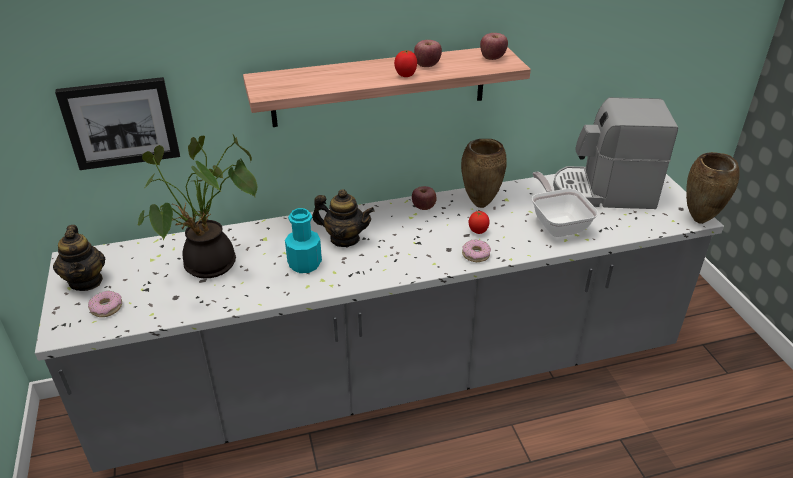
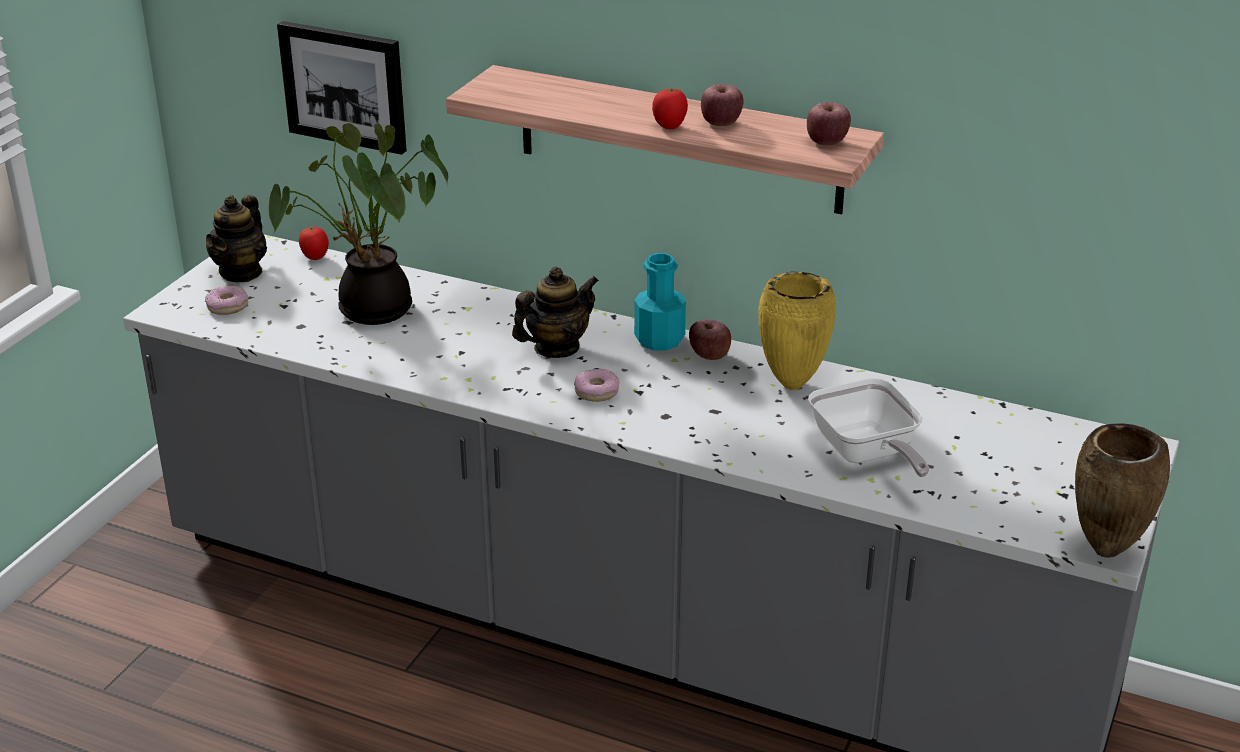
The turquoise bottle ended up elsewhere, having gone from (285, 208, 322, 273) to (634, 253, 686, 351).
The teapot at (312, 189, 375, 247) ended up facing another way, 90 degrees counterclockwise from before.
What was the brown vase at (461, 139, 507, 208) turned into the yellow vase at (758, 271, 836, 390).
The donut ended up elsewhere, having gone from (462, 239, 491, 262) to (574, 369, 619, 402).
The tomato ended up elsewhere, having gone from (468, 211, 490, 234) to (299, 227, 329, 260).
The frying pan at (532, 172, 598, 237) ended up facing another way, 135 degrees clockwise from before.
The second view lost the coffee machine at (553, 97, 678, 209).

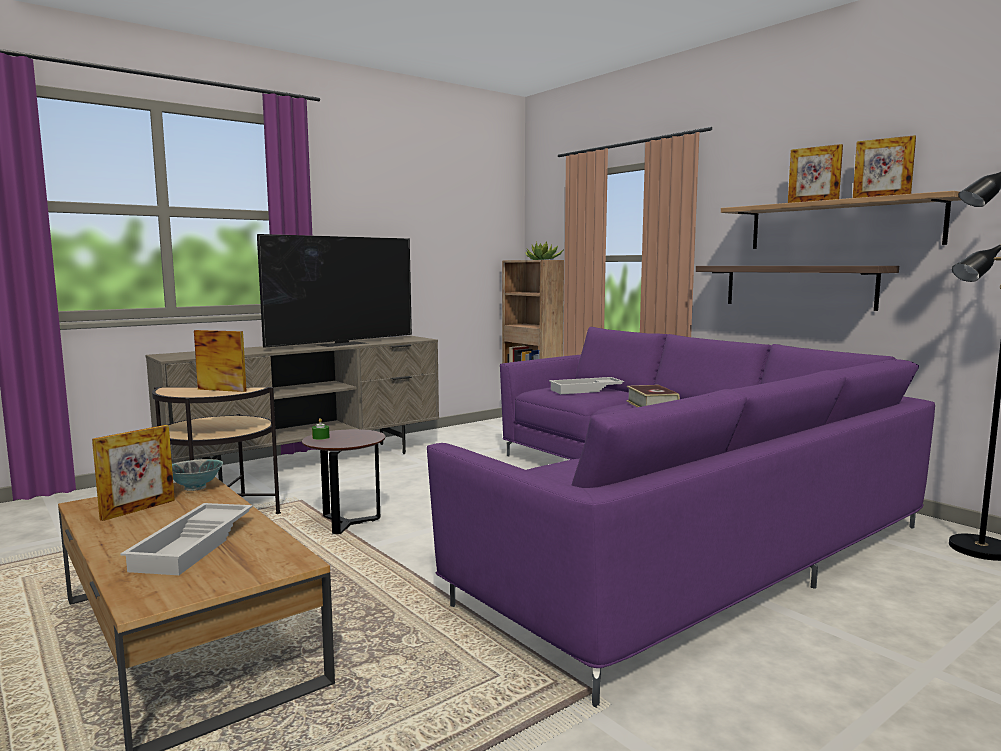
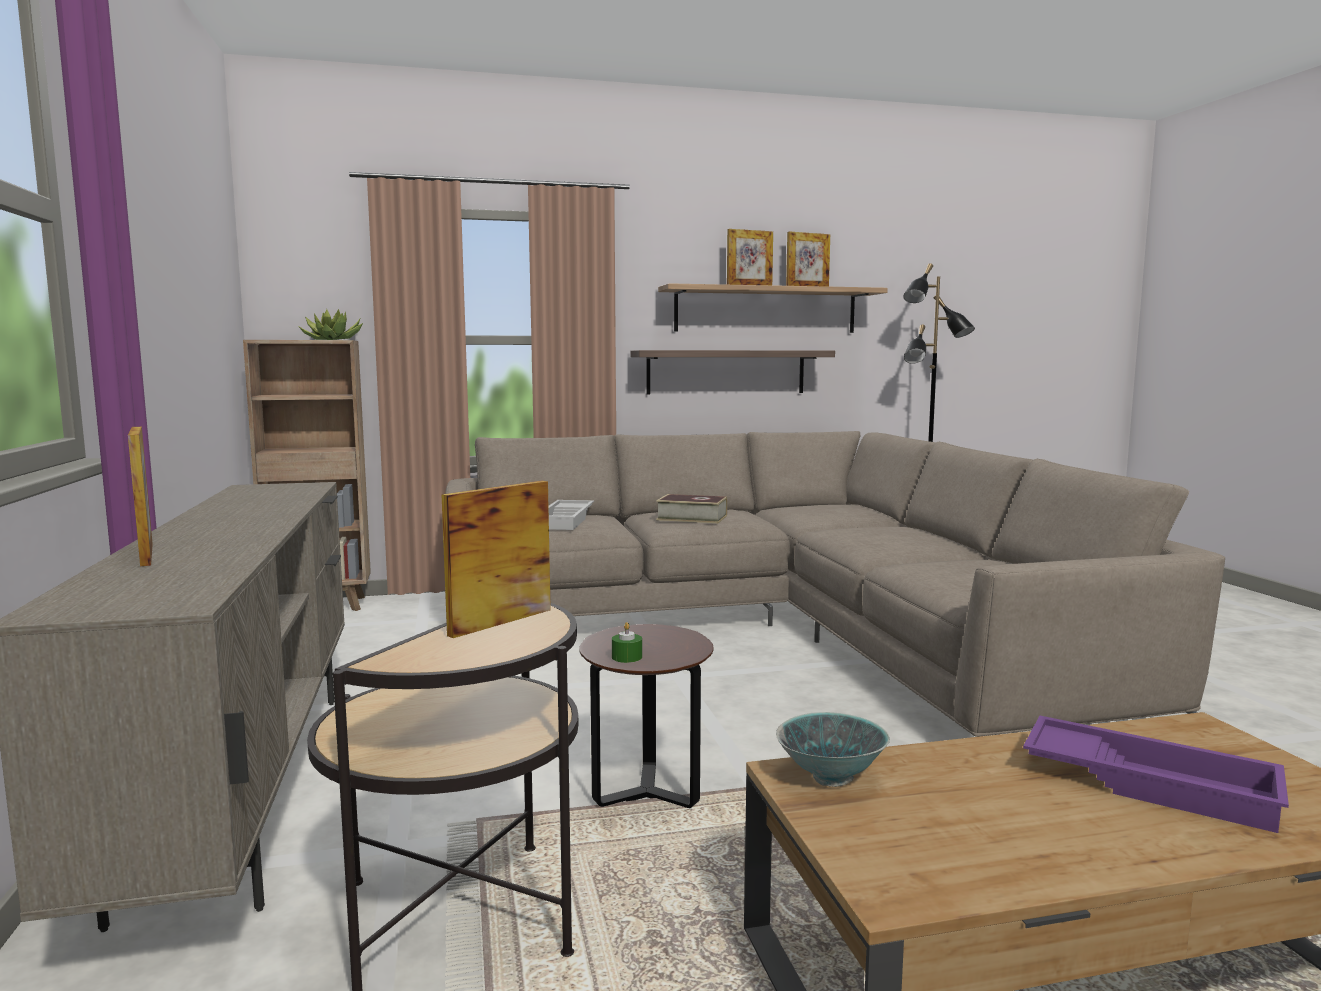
The picture frame ended up elsewhere, having gone from (92, 425, 175, 521) to (128, 427, 153, 567).
What was the white tray at (120, 503, 253, 575) turned into the purple tray at (1023, 716, 1289, 833).
The second view lost the television at (257, 234, 412, 348).
What was the purple sofa at (427, 327, 935, 708) turned into the beige sofa at (445, 431, 1225, 737).

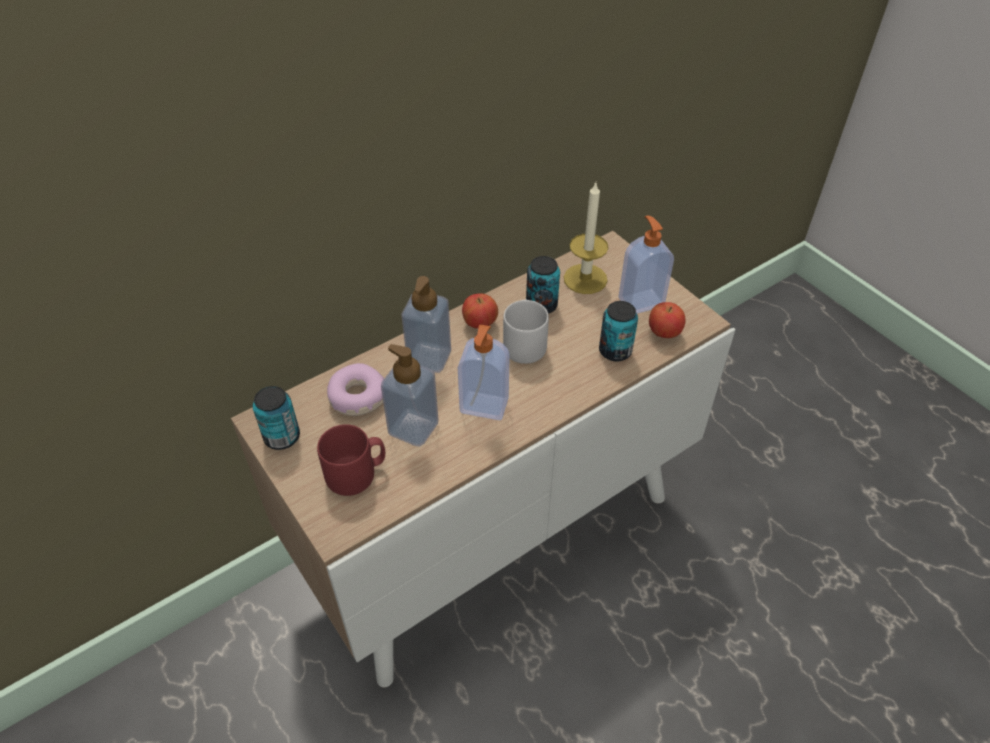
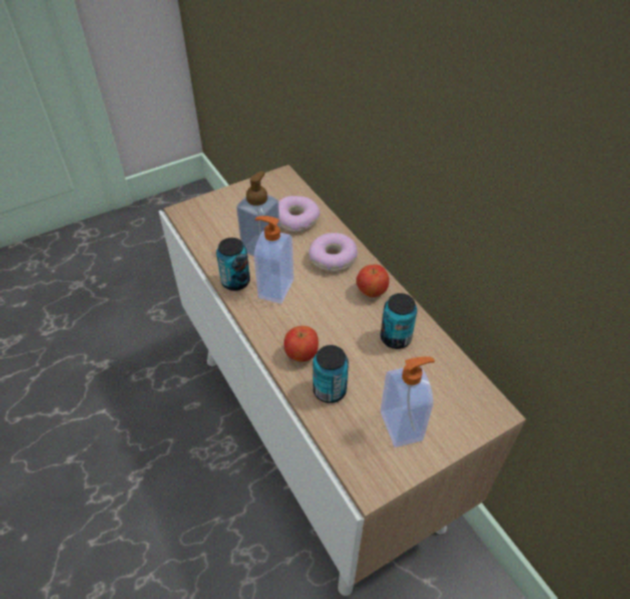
The can ended up elsewhere, having gone from (253, 386, 300, 450) to (216, 238, 250, 291).
The second view lost the red mug at (317, 424, 385, 496).
Where the soap dispenser stood at (402, 276, 451, 373), the donut came to stand at (309, 233, 358, 272).
The second view lost the grey mug at (503, 300, 549, 364).
The second view lost the candle at (564, 183, 608, 294).
The apple ended up elsewhere, having gone from (649, 302, 686, 338) to (284, 326, 318, 362).

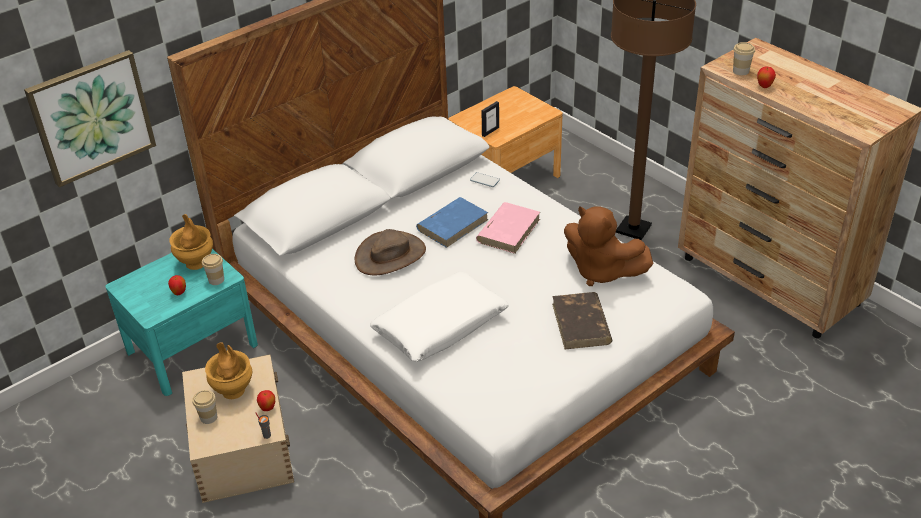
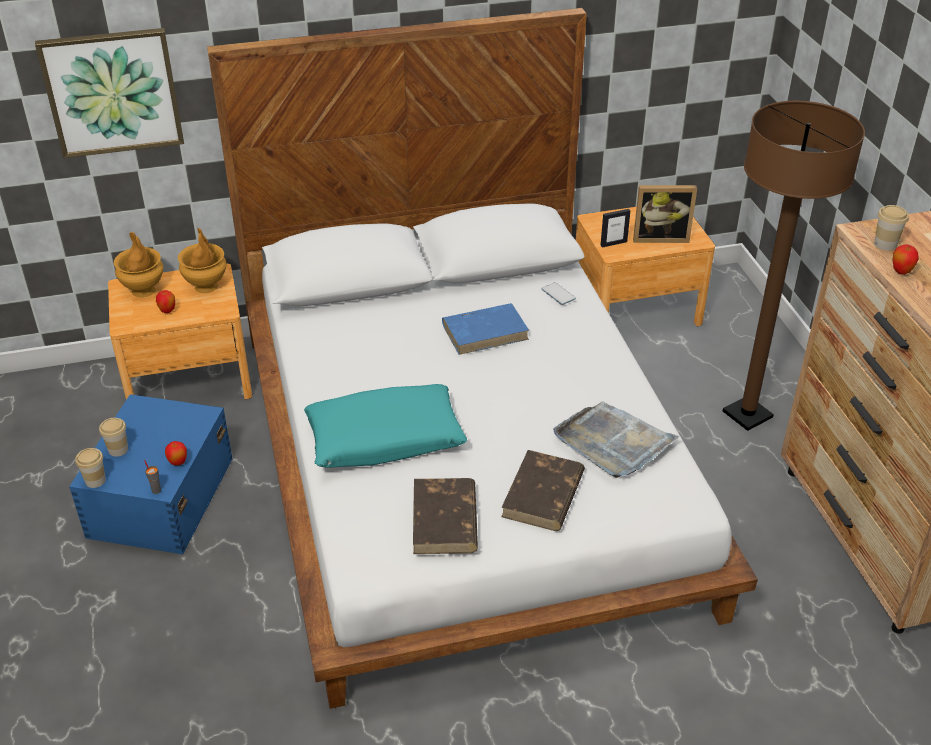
What was the turquoise nightstand at (105, 249, 258, 396) turned into the brown nightstand at (108, 264, 252, 400).
What was the beige storage box at (182, 354, 294, 503) turned into the blue storage box at (69, 394, 233, 554).
The cup ended up elsewhere, having gone from (202, 254, 224, 285) to (75, 448, 106, 488).
The brown vase ended up elsewhere, having gone from (205, 342, 252, 399) to (114, 232, 163, 298).
The second view lost the brown hat at (355, 229, 426, 275).
What was the white pillow at (370, 272, 509, 362) turned into the turquoise pillow at (304, 384, 467, 468).
The second view lost the pink book at (476, 202, 540, 254).
Where the brown plush toy stood at (564, 206, 654, 286), the grey tray came to stand at (553, 401, 680, 478).
The second view gained the brown book at (413, 478, 478, 554).
The second view gained the picture frame at (633, 185, 697, 243).

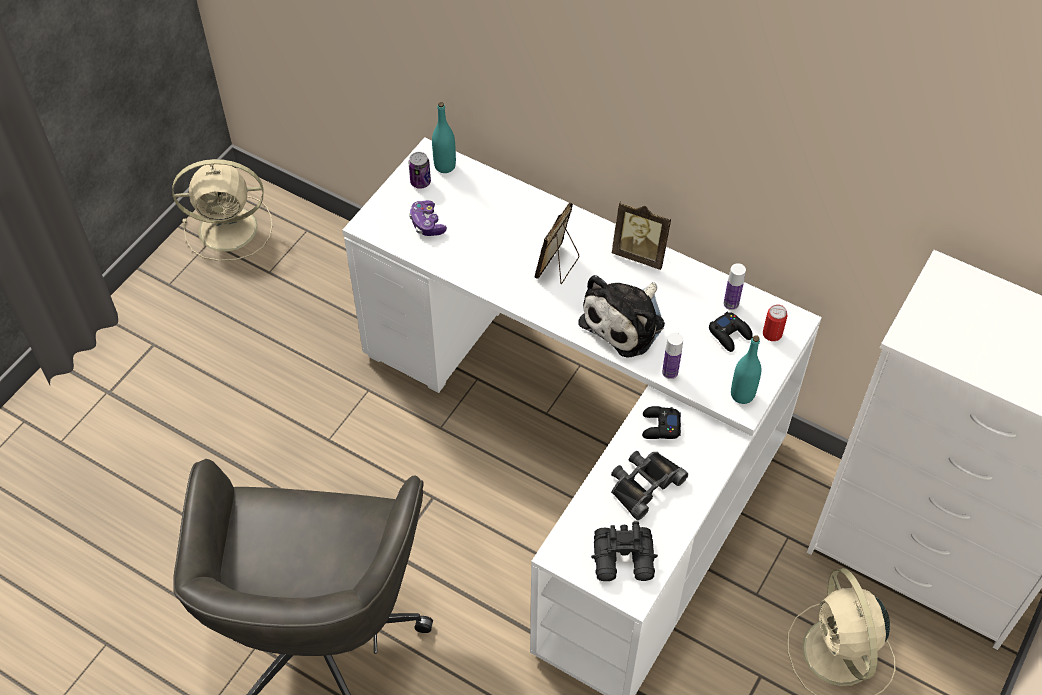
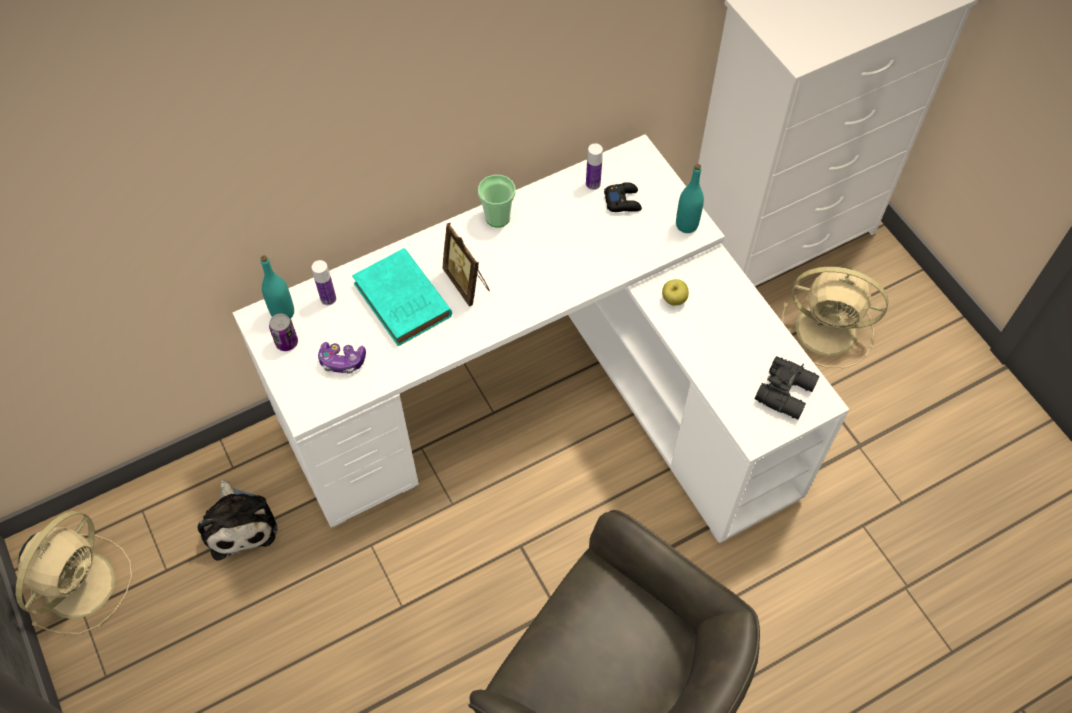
The plush toy ended up elsewhere, having gone from (578, 275, 665, 358) to (198, 480, 278, 561).
The second view lost the black binoculars at (611, 451, 688, 520).
Where the picture frame stood at (612, 201, 671, 270), the cup came to stand at (478, 175, 515, 227).
Where the black game controller stood at (642, 406, 681, 439), the apple came to stand at (662, 279, 689, 306).
The bottle ended up elsewhere, having gone from (662, 333, 683, 379) to (312, 260, 336, 305).
The second view lost the can at (763, 304, 787, 341).
The second view gained the turquoise book at (352, 248, 452, 346).

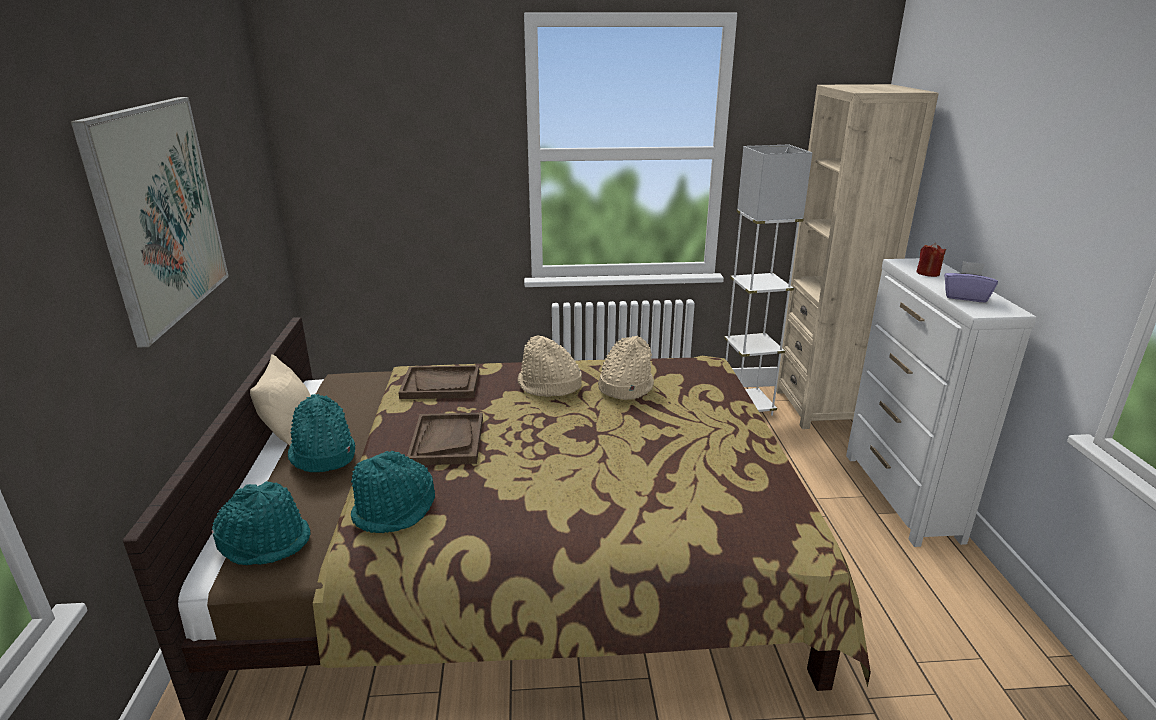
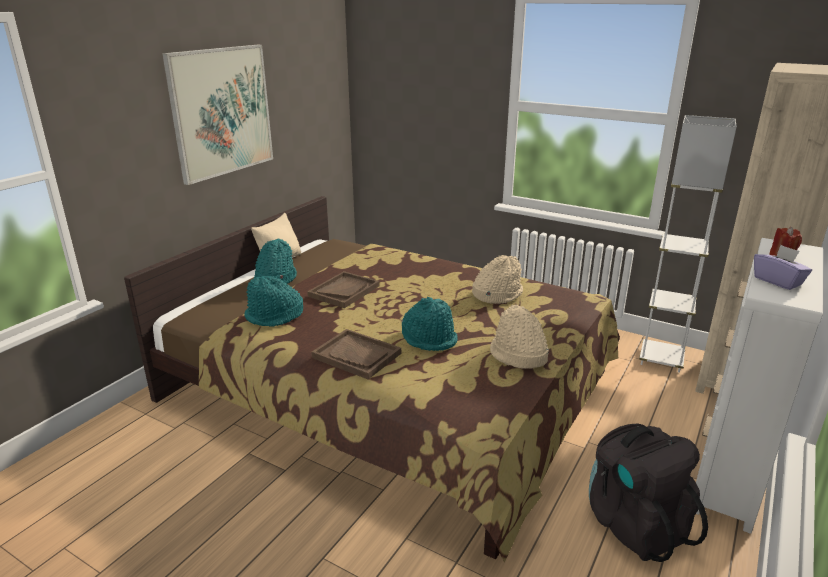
The turquoise hat ended up elsewhere, having gone from (211, 481, 311, 565) to (402, 297, 458, 351).
The brown tray ended up elsewhere, having gone from (398, 365, 479, 399) to (311, 329, 401, 379).
The beige hat ended up elsewhere, having gone from (518, 335, 582, 397) to (490, 305, 549, 369).
The second view gained the black backpack at (589, 423, 708, 562).

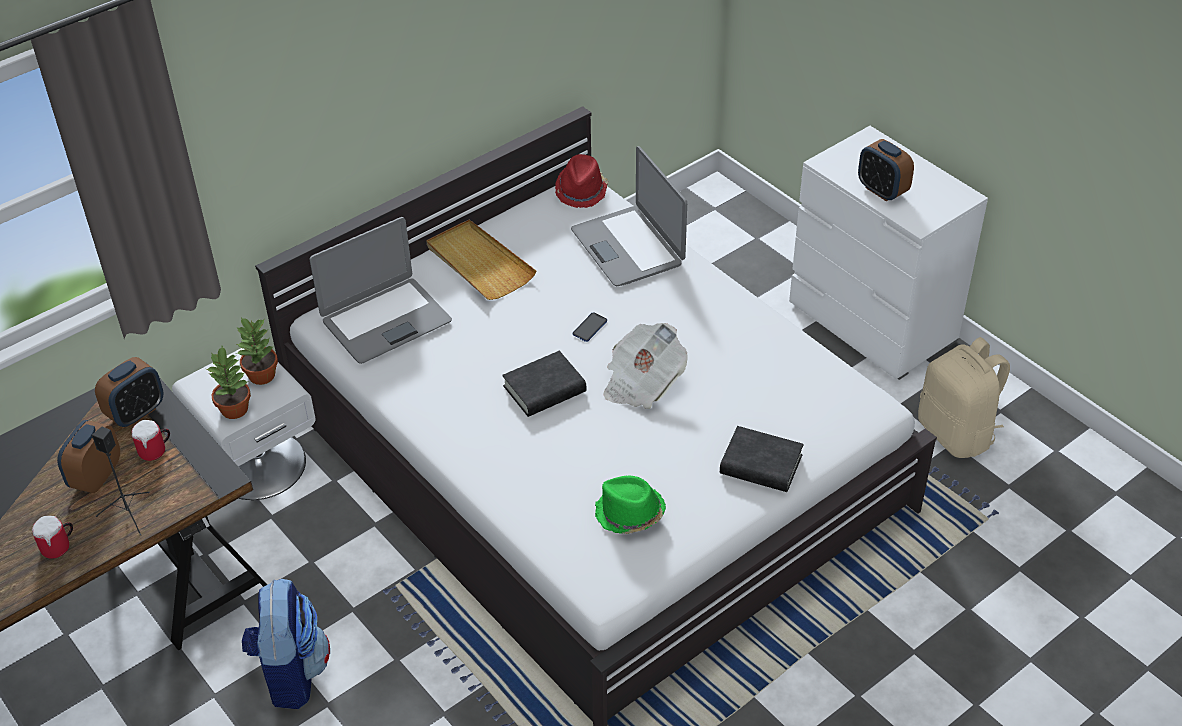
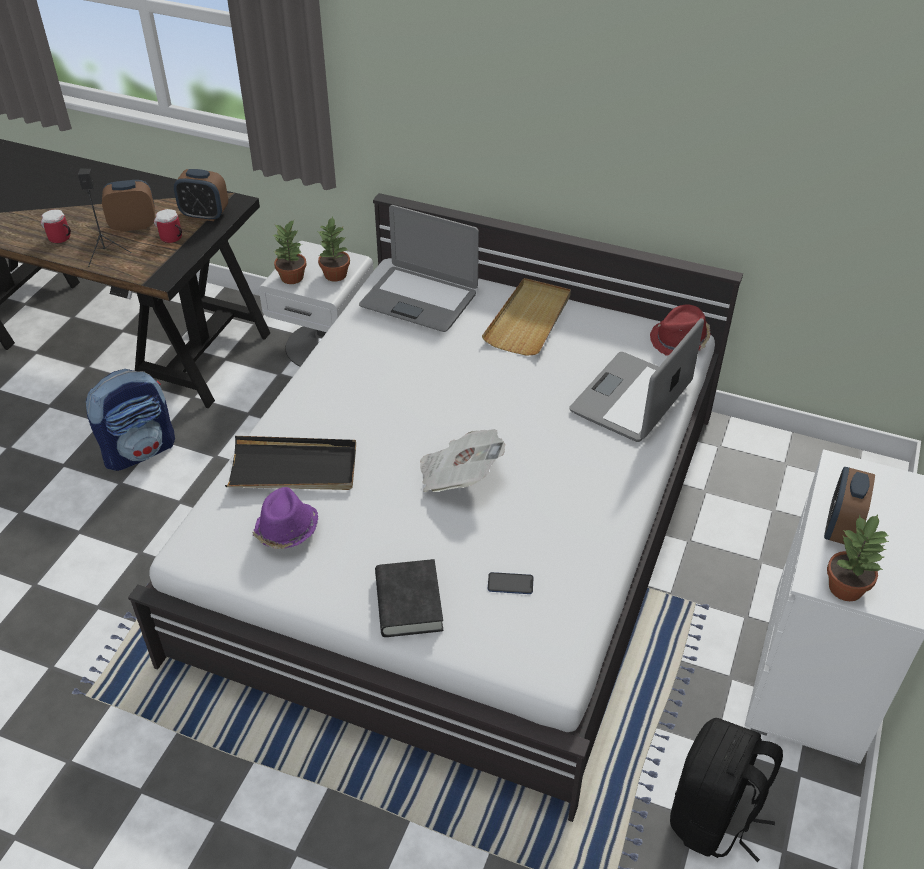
The second view lost the black book at (502, 351, 586, 417).
The phone ended up elsewhere, having gone from (573, 312, 607, 342) to (488, 572, 534, 594).
What was the green hat at (595, 476, 666, 534) turned into the purple hat at (252, 487, 318, 549).
What was the beige backpack at (918, 337, 1010, 458) turned into the black backpack at (670, 718, 783, 862).
The second view gained the black tray at (225, 436, 356, 490).
The second view gained the potted plant at (827, 514, 889, 601).

